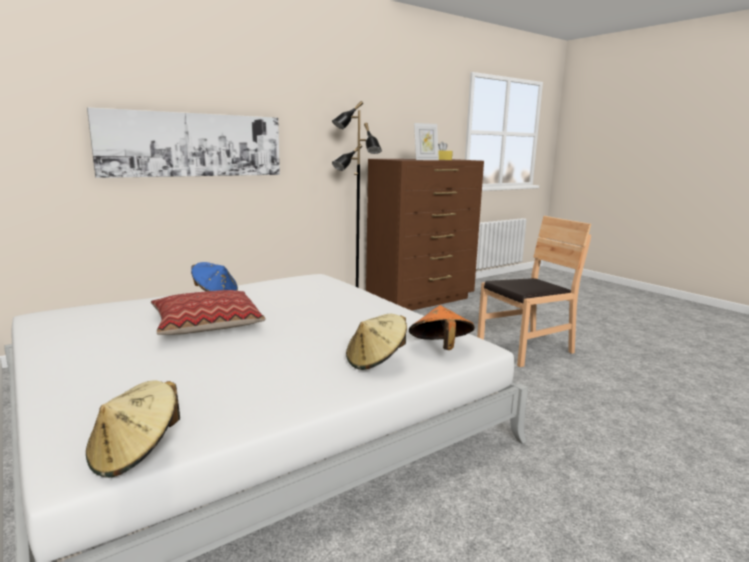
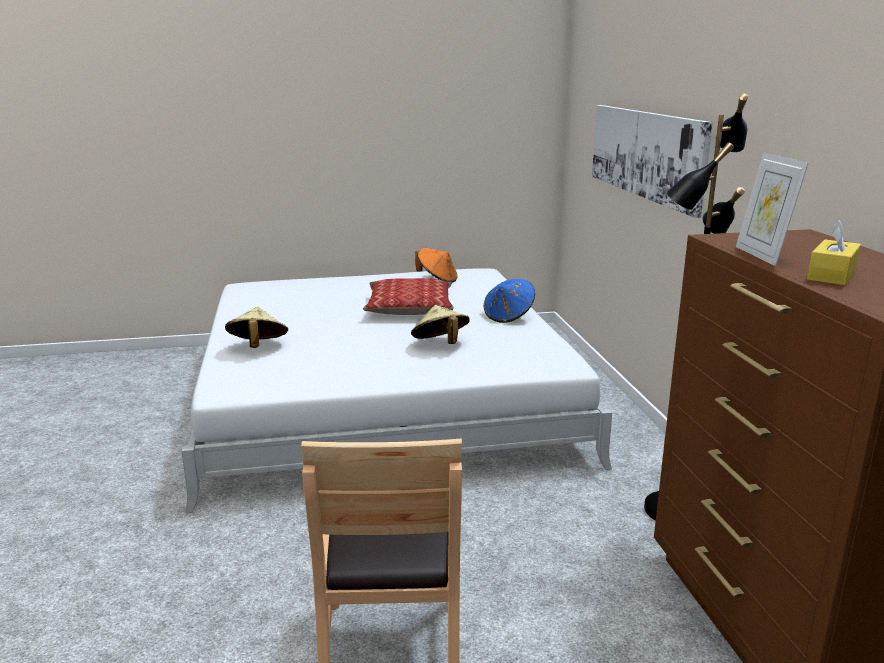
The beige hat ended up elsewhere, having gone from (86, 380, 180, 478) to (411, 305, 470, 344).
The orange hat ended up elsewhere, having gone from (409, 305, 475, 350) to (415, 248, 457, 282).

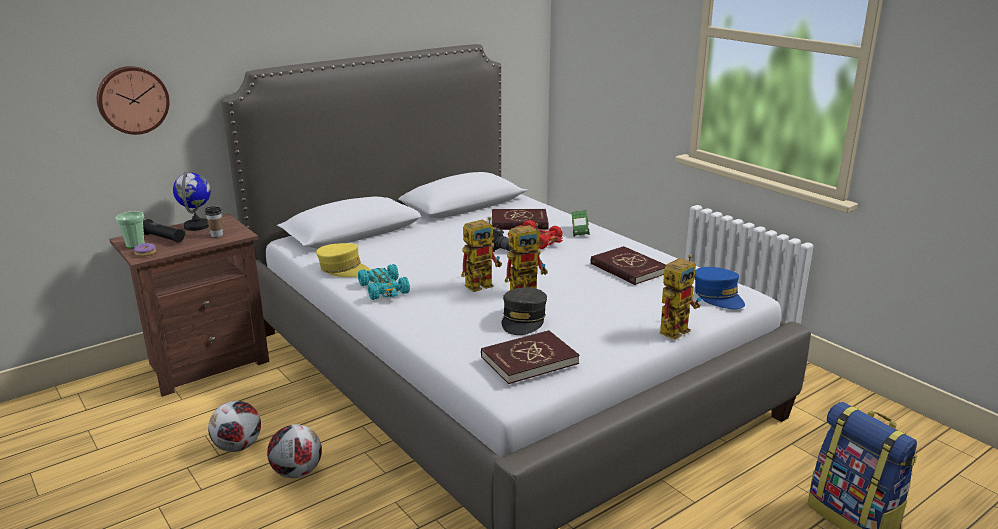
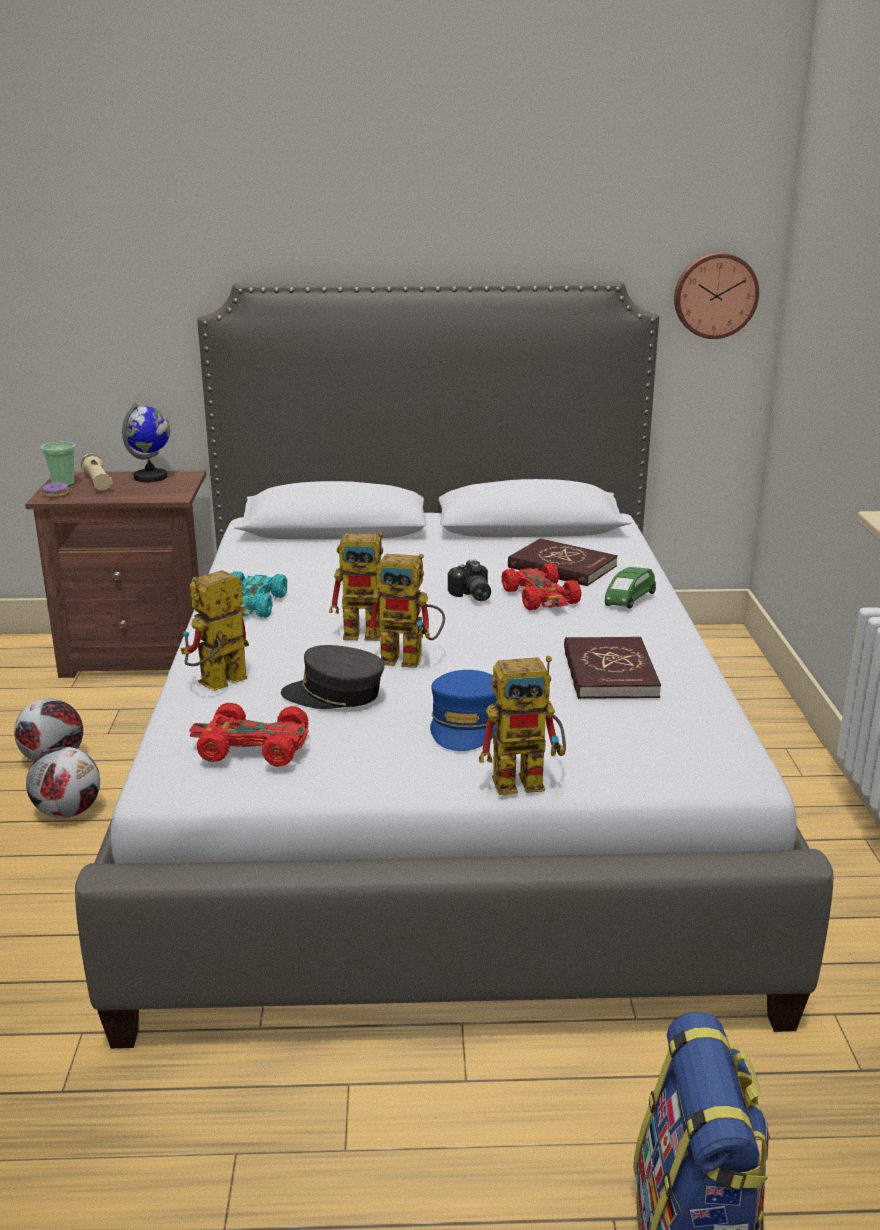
The wall clock ended up elsewhere, having gone from (97, 66, 170, 135) to (674, 253, 759, 339).
What was the black flashlight at (143, 218, 186, 243) turned into the beige flashlight at (81, 454, 113, 491).
The second view lost the cup at (205, 206, 223, 237).
The second view lost the yellow cap at (316, 243, 371, 277).
Where the red book stood at (481, 330, 580, 384), the red toy car came to stand at (189, 703, 309, 767).
The grey cap at (502, 287, 547, 335) ended up facing another way, 45 degrees clockwise from before.
The blue cap ended up elsewhere, having gone from (695, 267, 745, 309) to (430, 670, 498, 751).
The second view gained the toy robot at (180, 570, 249, 691).

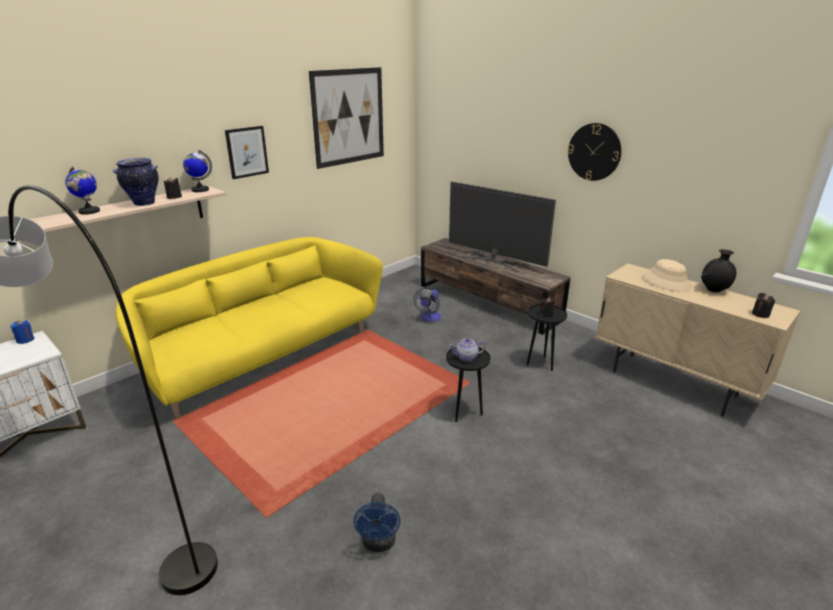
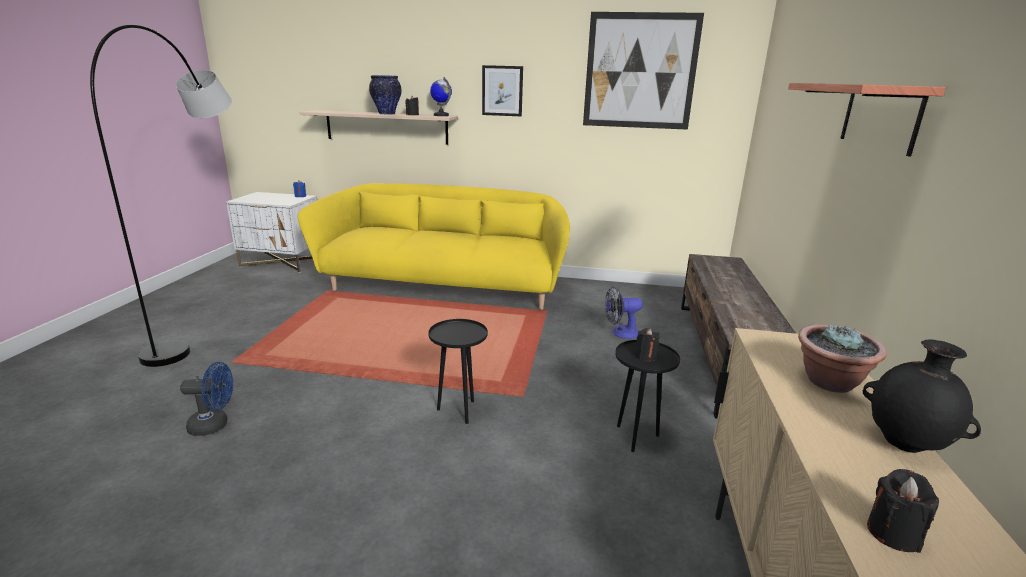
The second view lost the globe at (65, 166, 100, 215).
The blue fan at (354, 493, 401, 552) ended up facing another way, 150 degrees counterclockwise from before.
The second view lost the television at (449, 181, 556, 272).
The second view lost the teapot at (449, 338, 485, 362).
Where the wall clock hung at (568, 123, 621, 181), the shelf came to hang at (788, 83, 946, 157).
Where the beige hat stood at (643, 259, 692, 292), the potted plant came to stand at (798, 324, 887, 393).

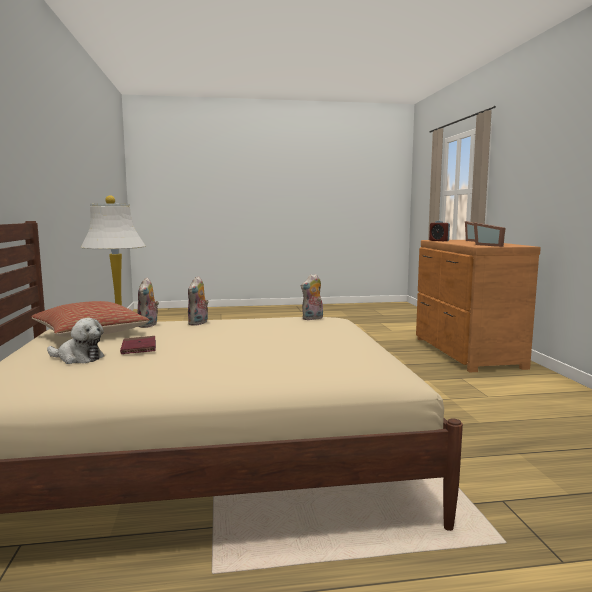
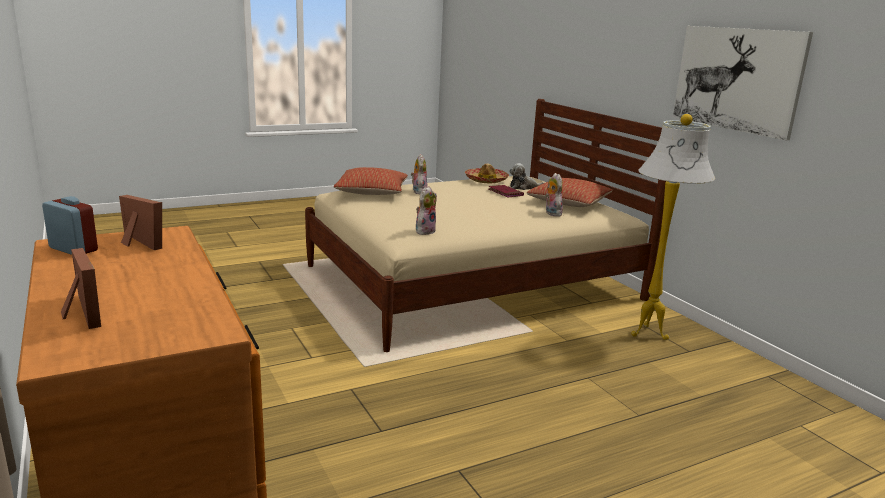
The plush toy ended up elsewhere, having gone from (188, 276, 209, 326) to (411, 154, 428, 194).
The alarm clock ended up elsewhere, having gone from (429, 221, 450, 241) to (42, 196, 98, 255).
The second view gained the pillow at (334, 167, 408, 195).
The second view gained the hat at (465, 163, 509, 184).
The second view gained the picture at (673, 26, 813, 140).

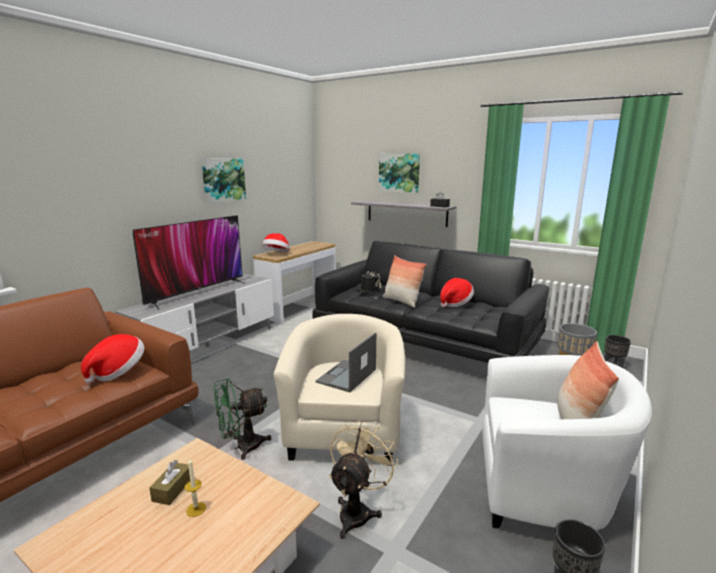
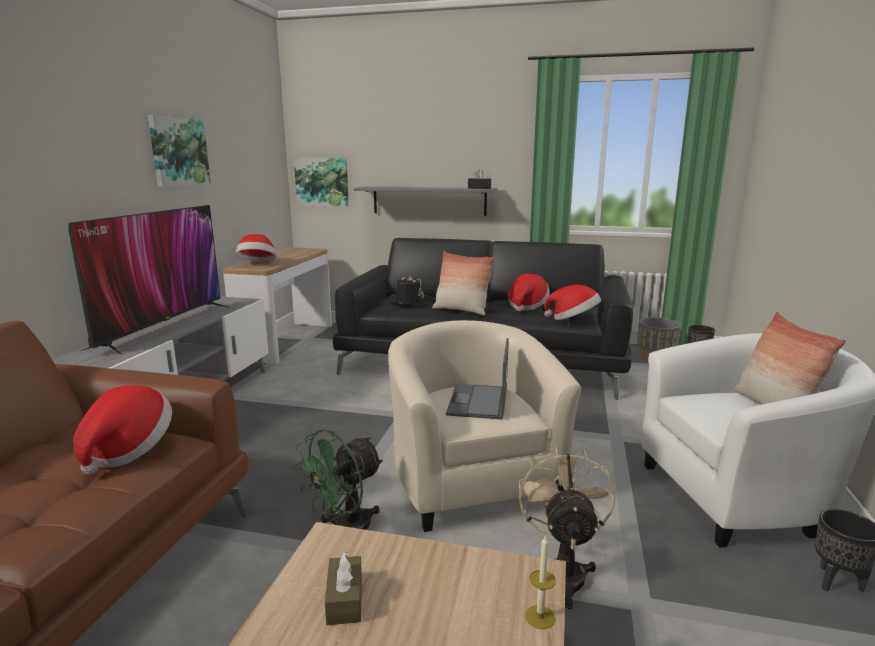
The candle ended up elsewhere, having gone from (185, 457, 206, 517) to (525, 535, 556, 629).
The picture ended up elsewhere, having gone from (379, 153, 420, 193) to (294, 158, 349, 207).
The second view gained the hat at (544, 285, 601, 320).

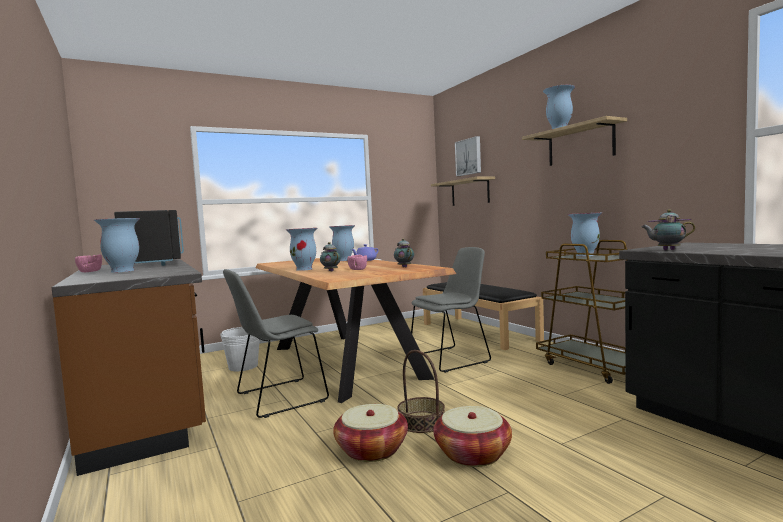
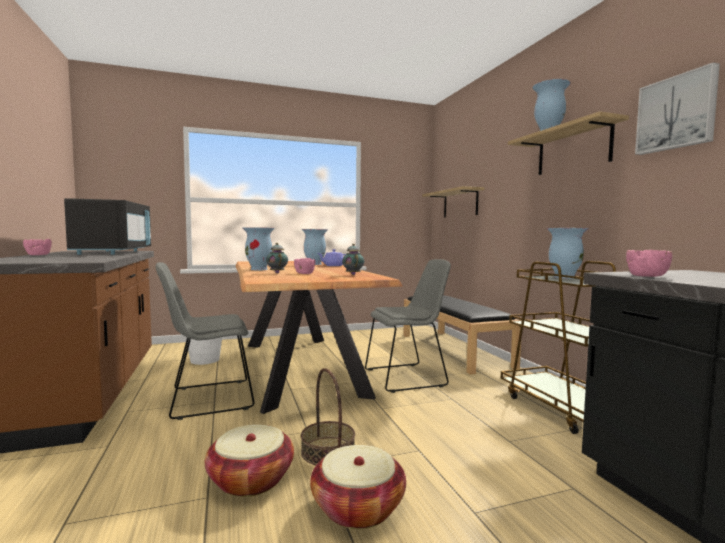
The second view lost the vase at (94, 218, 140, 273).
The picture ended up elsewhere, having gone from (455, 136, 481, 176) to (635, 62, 720, 155).
Where the teapot stood at (642, 209, 696, 250), the pink bowl came to stand at (626, 250, 672, 277).

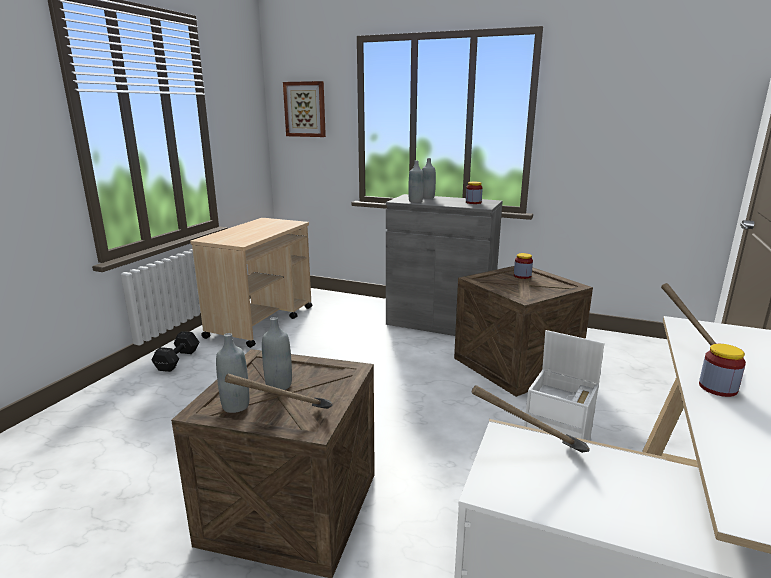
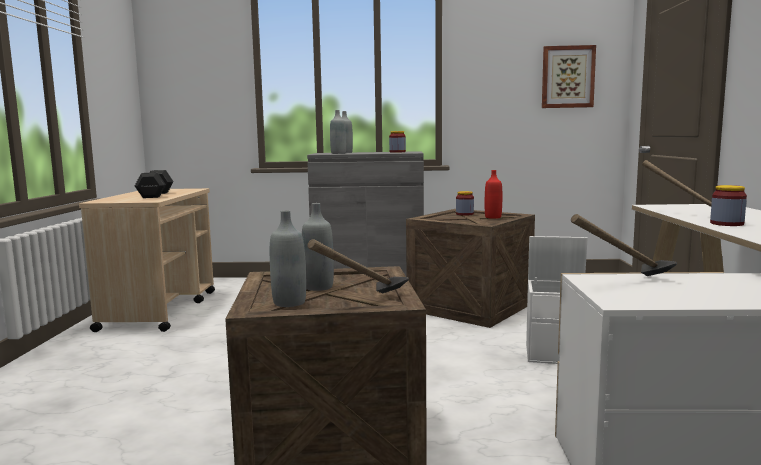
The black dumbbell ended up elsewhere, having gone from (151, 331, 199, 372) to (135, 170, 173, 198).
The picture ended up elsewhere, having gone from (283, 81, 326, 137) to (542, 45, 596, 108).
The second view gained the red bottle at (485, 170, 502, 219).

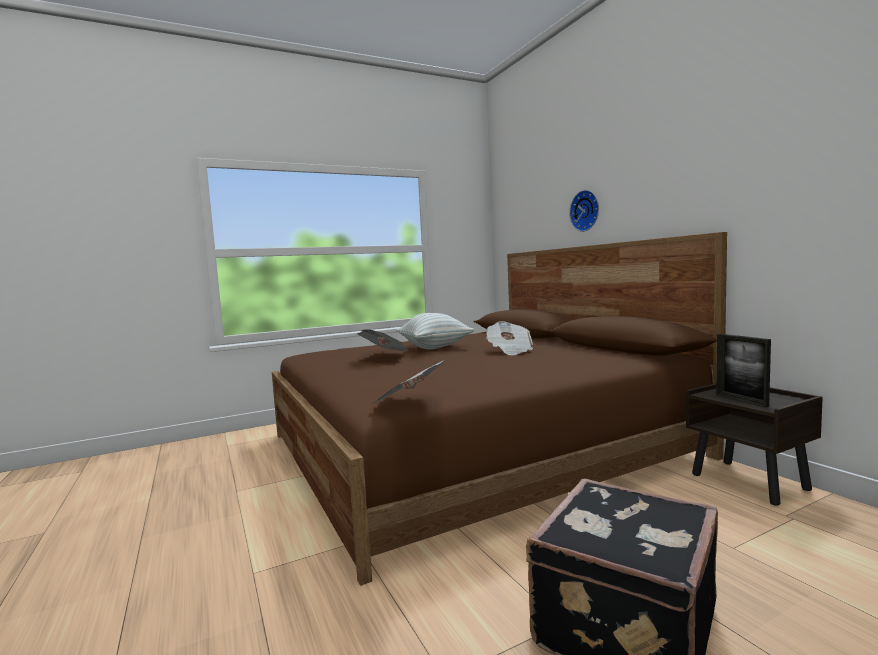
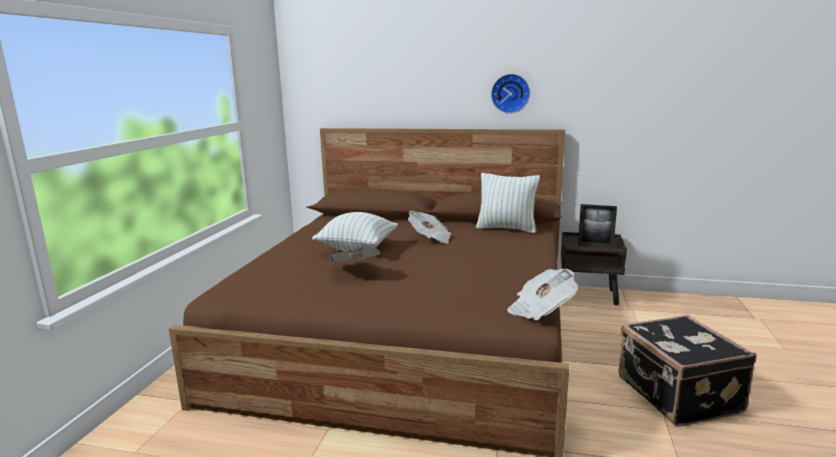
The wall clock ended up elsewhere, having gone from (569, 190, 599, 232) to (491, 74, 530, 114).
The second view gained the pillow at (476, 173, 540, 233).

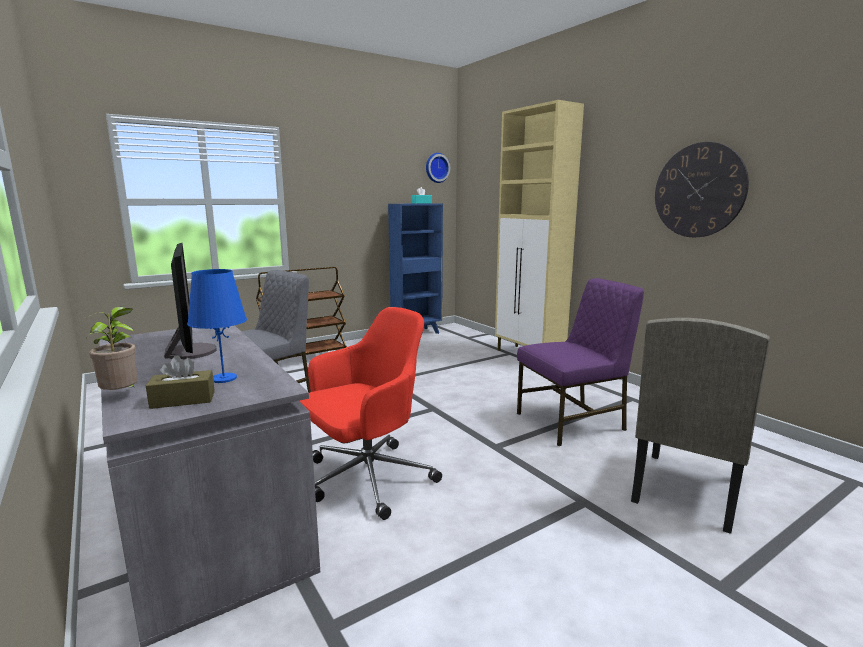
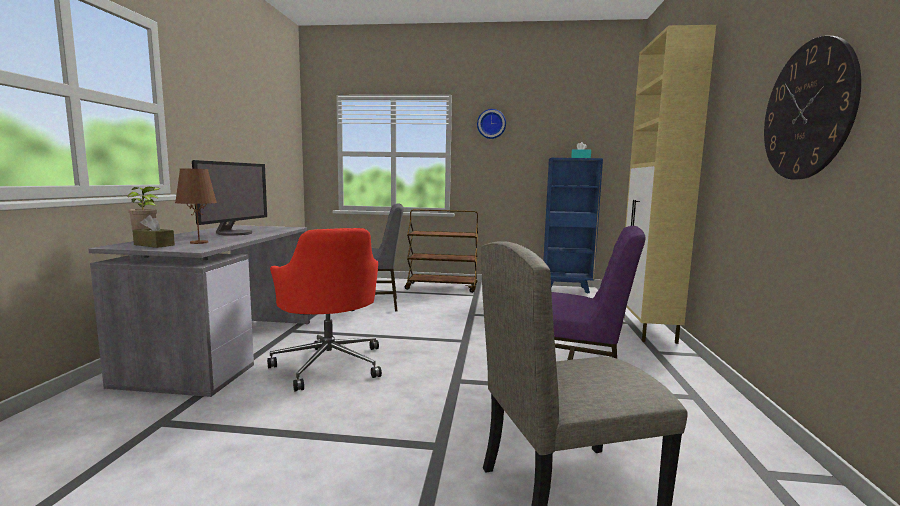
What was the blue table lamp at (187, 269, 247, 383) turned into the brown table lamp at (175, 168, 217, 244).
The red office chair at (299, 307, 442, 520) ended up facing another way, 60 degrees clockwise from before.
The wall clock ended up elsewhere, having gone from (426, 153, 450, 183) to (477, 109, 506, 139).

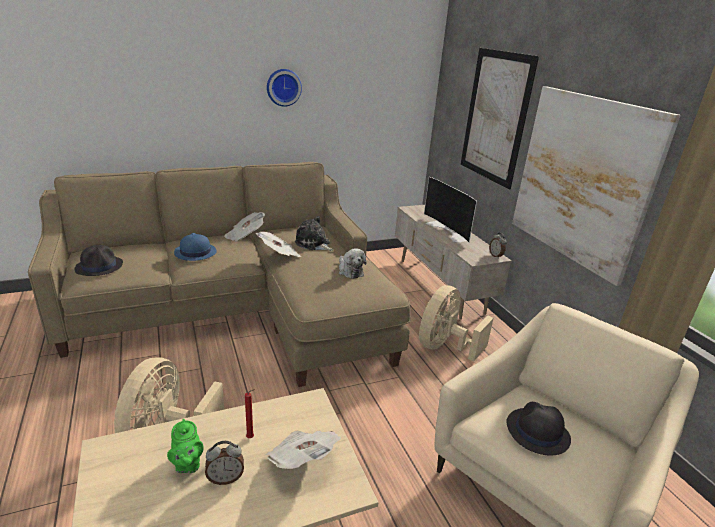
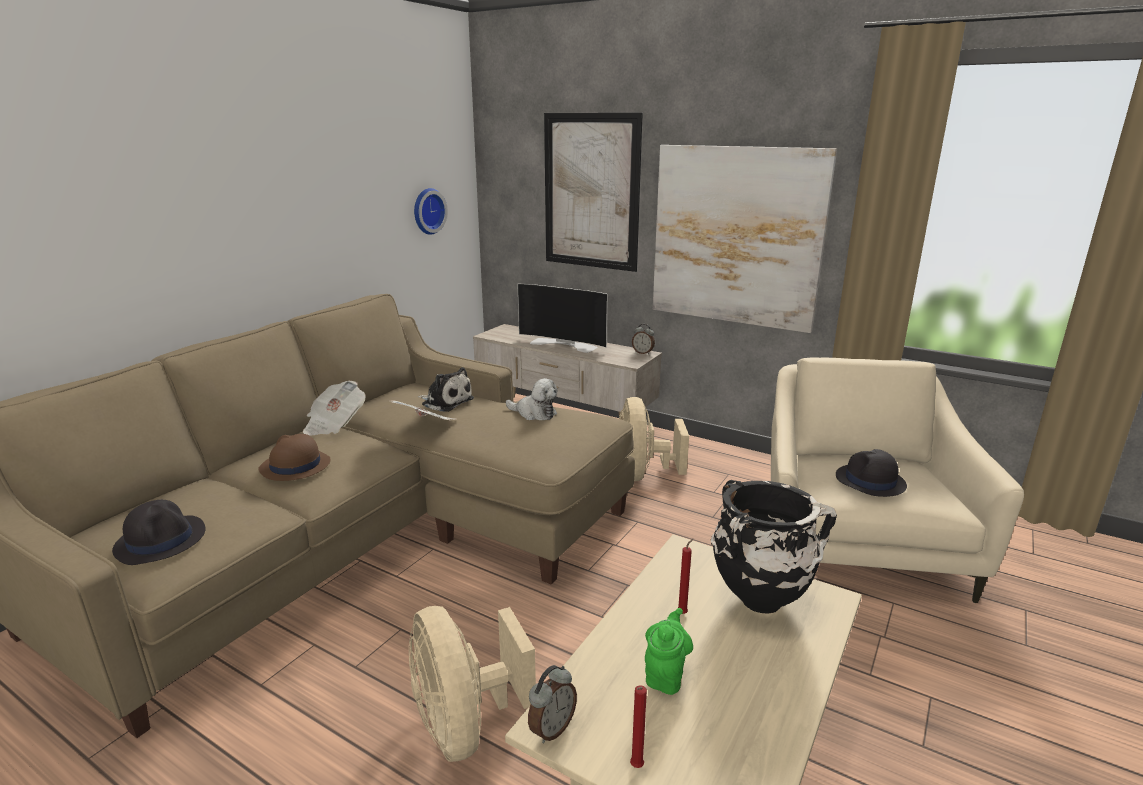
The green teapot at (167, 419, 204, 473) ended up facing another way, 105 degrees counterclockwise from before.
What was the blue hat at (174, 233, 217, 261) turned into the brown hat at (259, 434, 331, 481).
The alarm clock ended up elsewhere, having gone from (205, 441, 244, 485) to (528, 665, 577, 744).
Where the newspaper stood at (265, 431, 341, 469), the black vase came to stand at (710, 480, 837, 614).
The wall clock ended up elsewhere, having gone from (267, 69, 302, 107) to (414, 188, 448, 235).
The plush toy at (295, 216, 333, 251) ended up facing another way, 150 degrees counterclockwise from before.
The second view gained the red candle at (630, 685, 647, 768).

